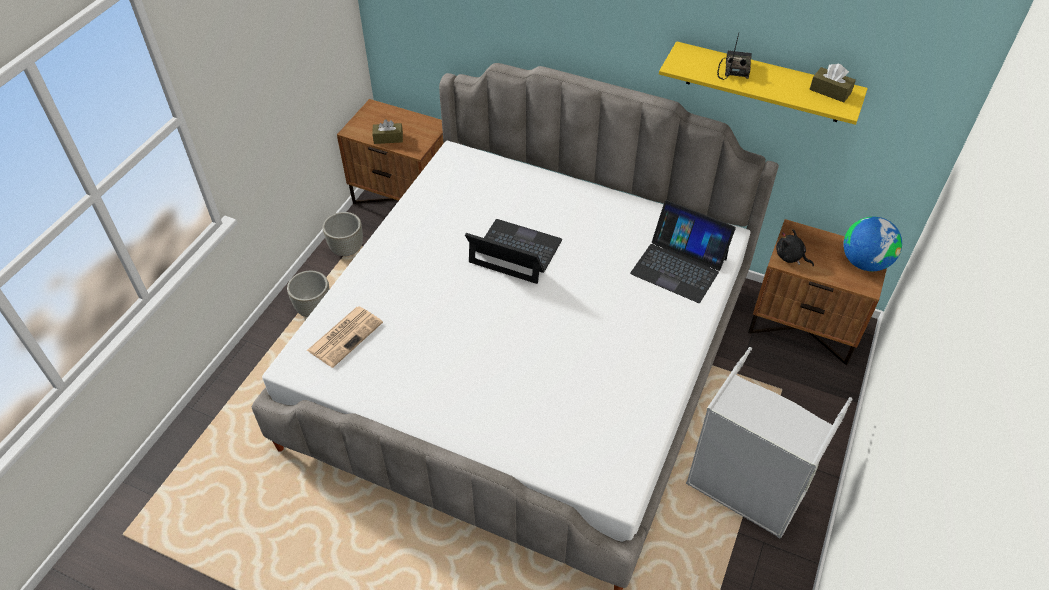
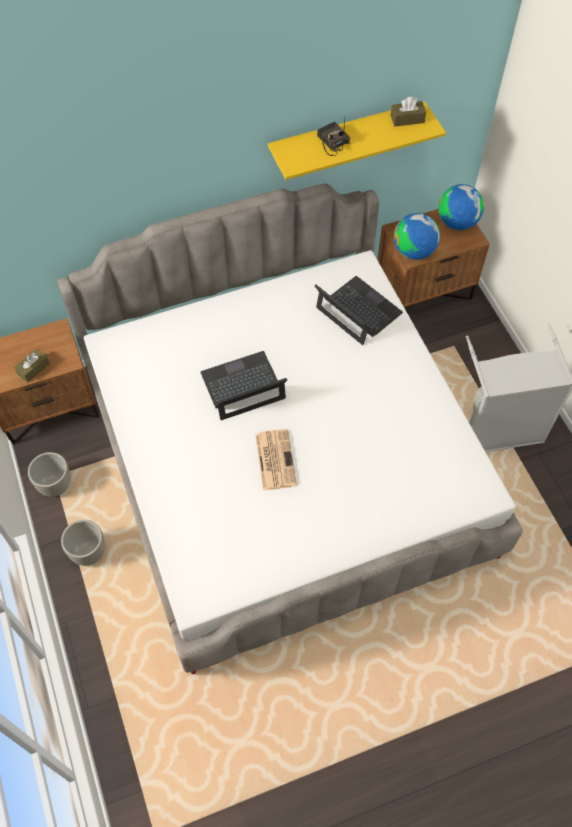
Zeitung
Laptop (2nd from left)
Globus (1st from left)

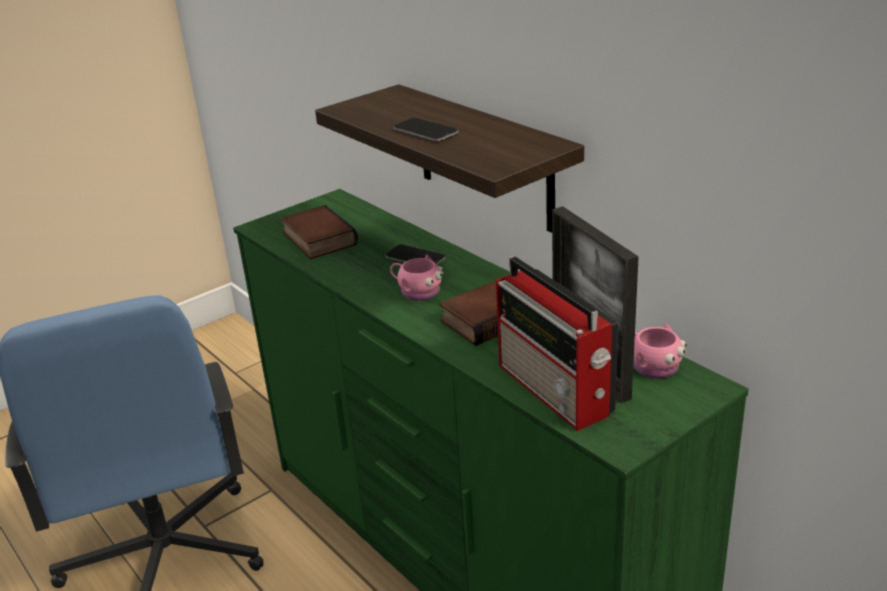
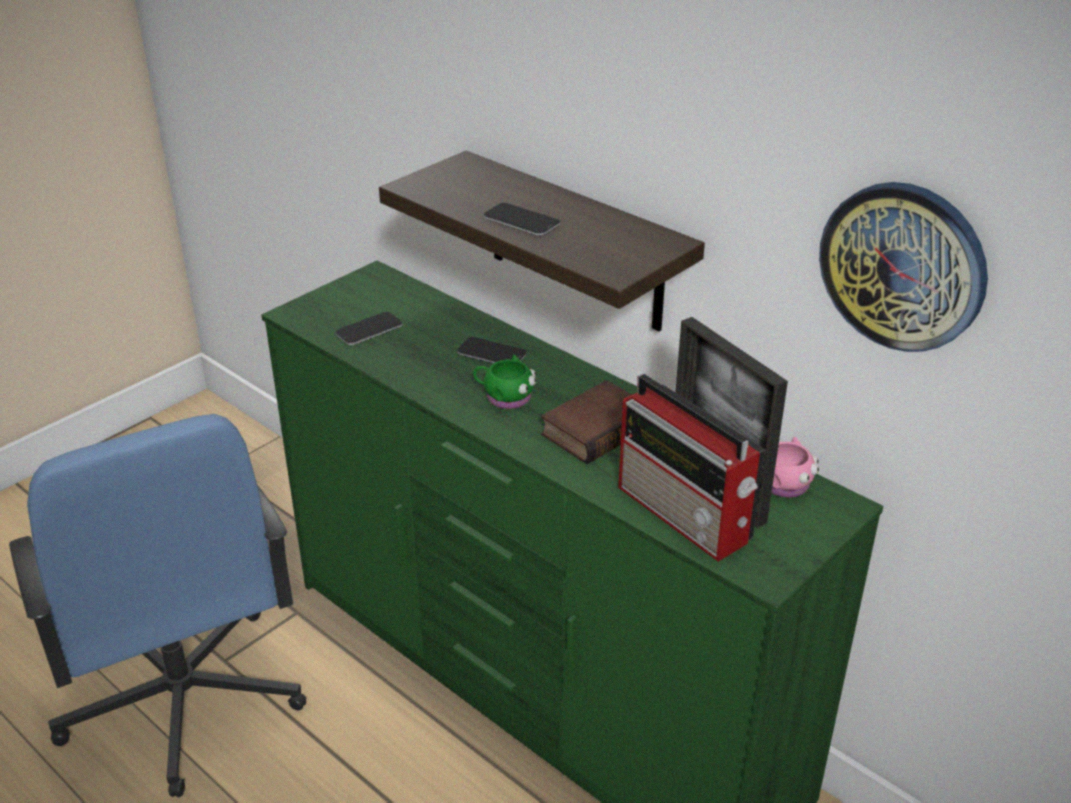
Handy (1st from left)
Henkelbecher/grün
Wanduhr

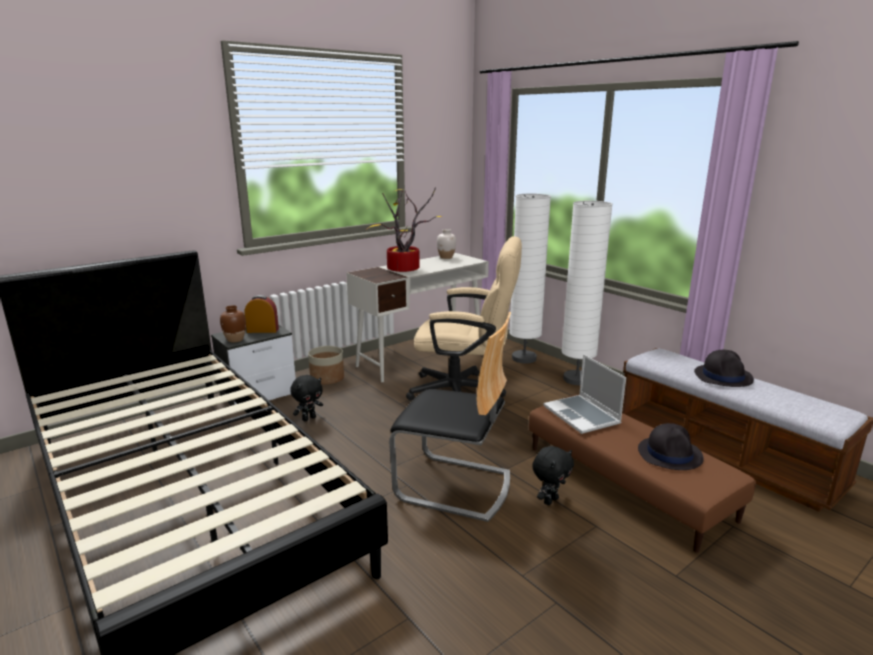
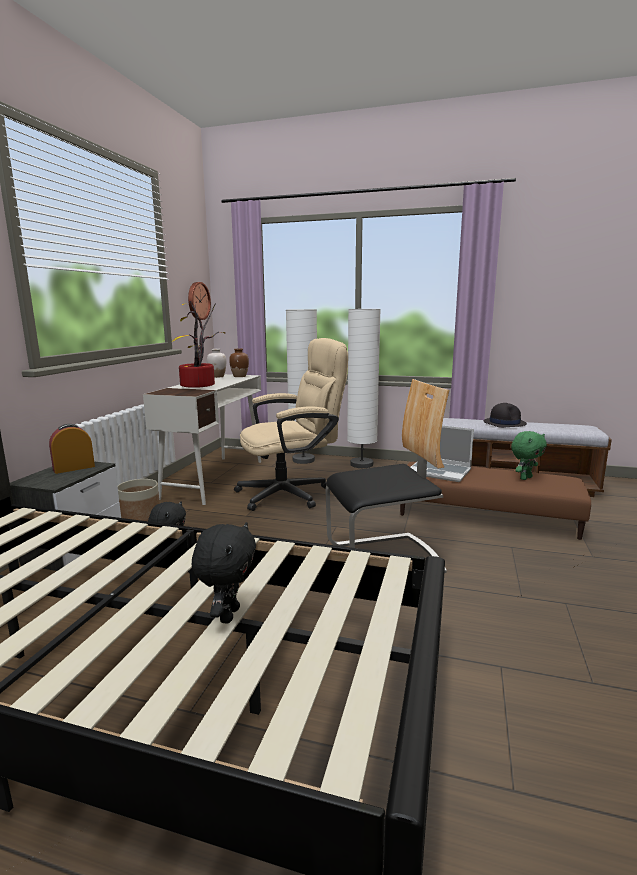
Vase/braun
Plüschtier/schwarz (2nd from left)
Plüschtier/grün
Wanduhr

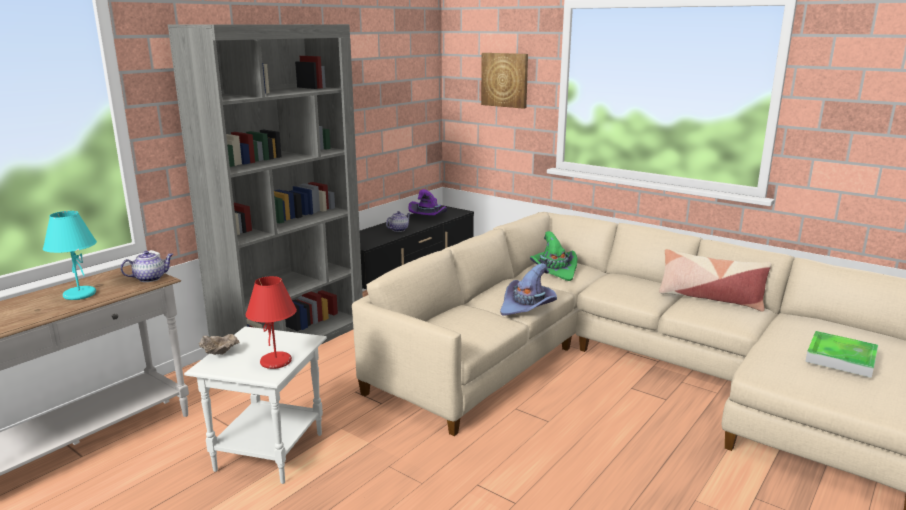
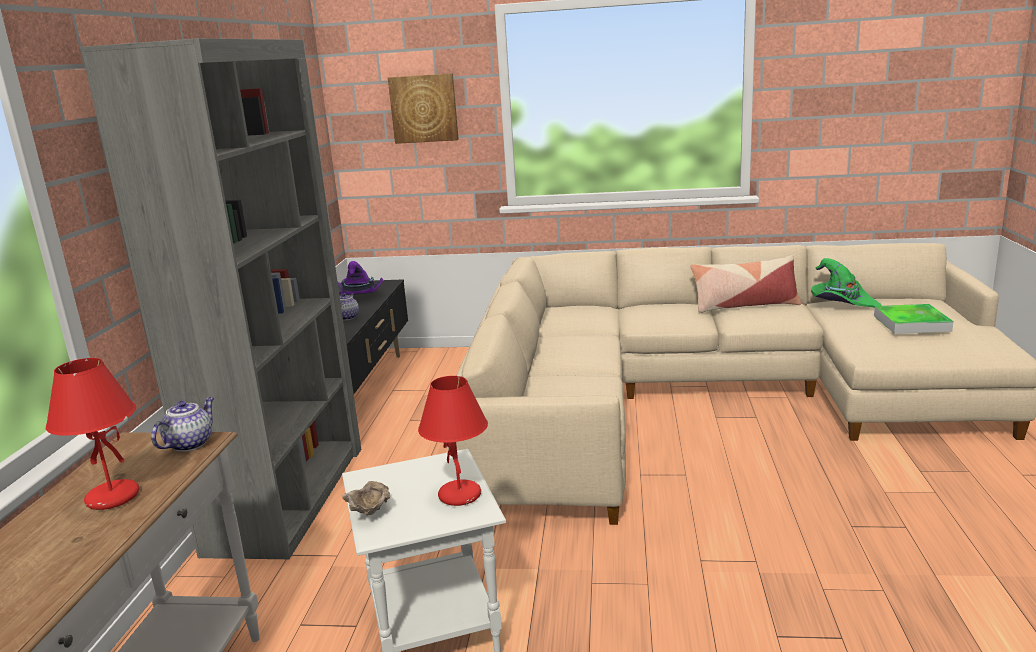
Tischlampe/rot (1st from left)
Hut/lila (2nd from left in the first image)
Hut/grün

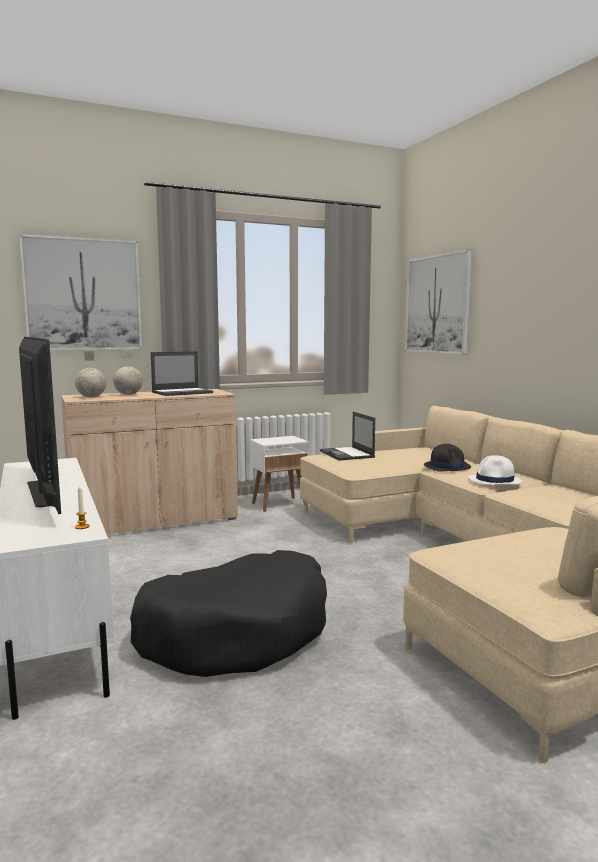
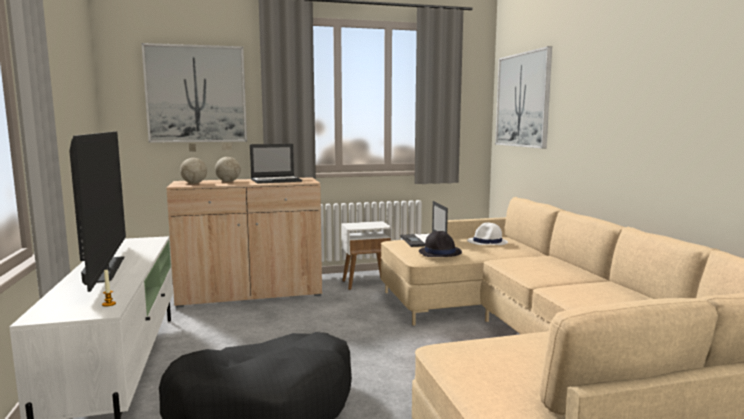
Hut/schwarz
Hut/weiß

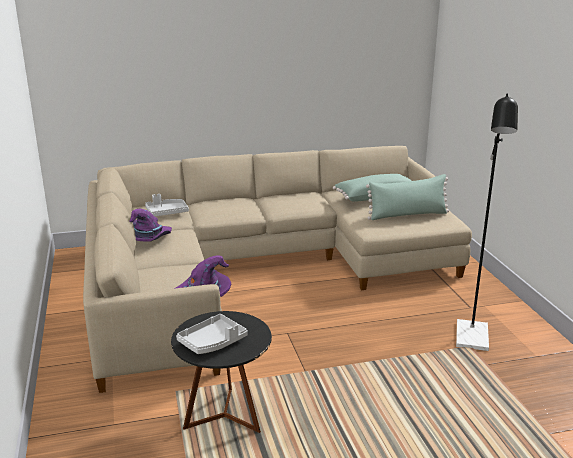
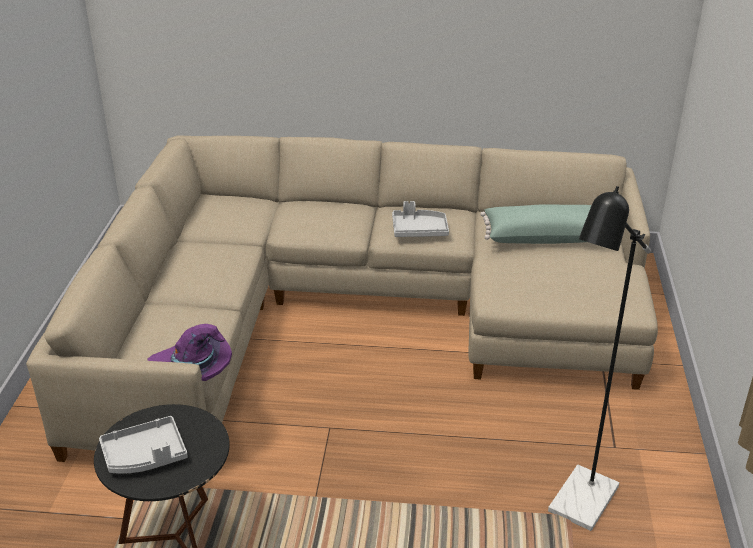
Hut/lila (1st from left in the first image)
Tablett/grau (2nd from left)
Kissen/grün (2nd from left in the first image)

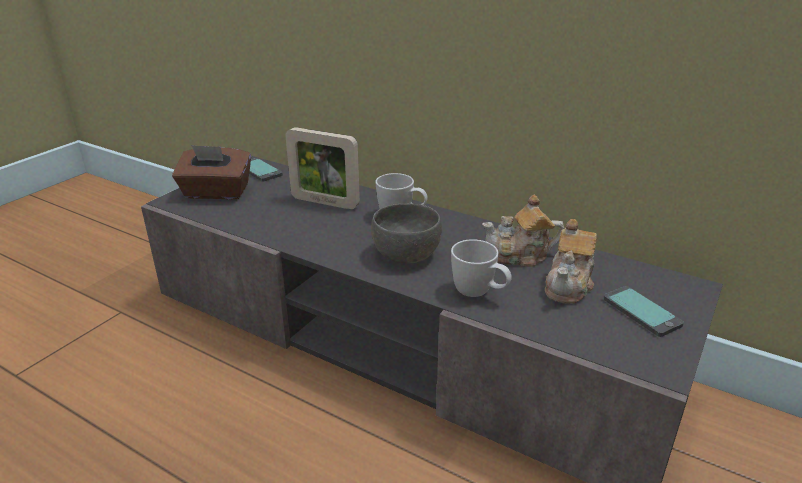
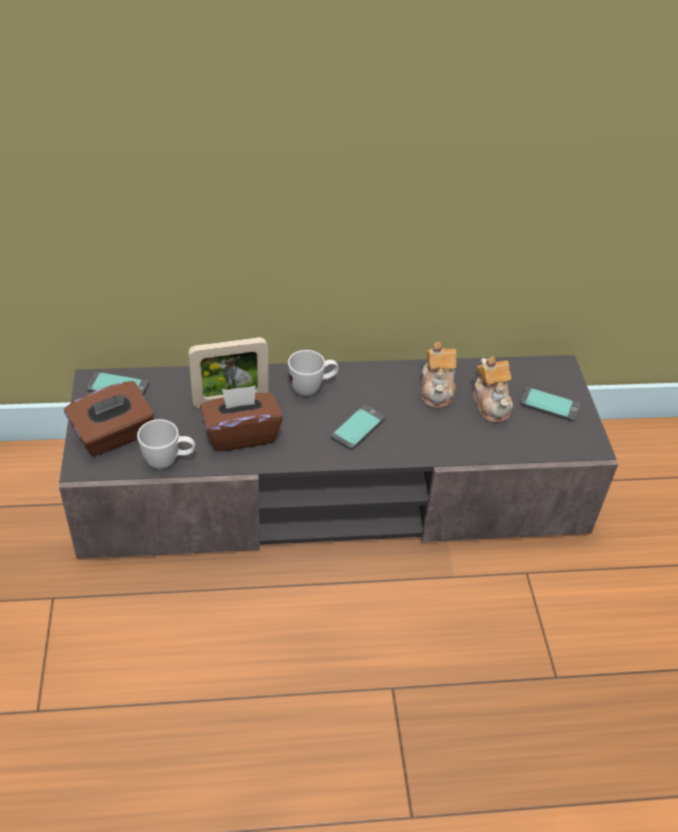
Handy (2nd from left)
Henkelbecher/weiß (1st from left)
Teekanne (1st from left)
Taschentuchbox/braun (2nd from left)

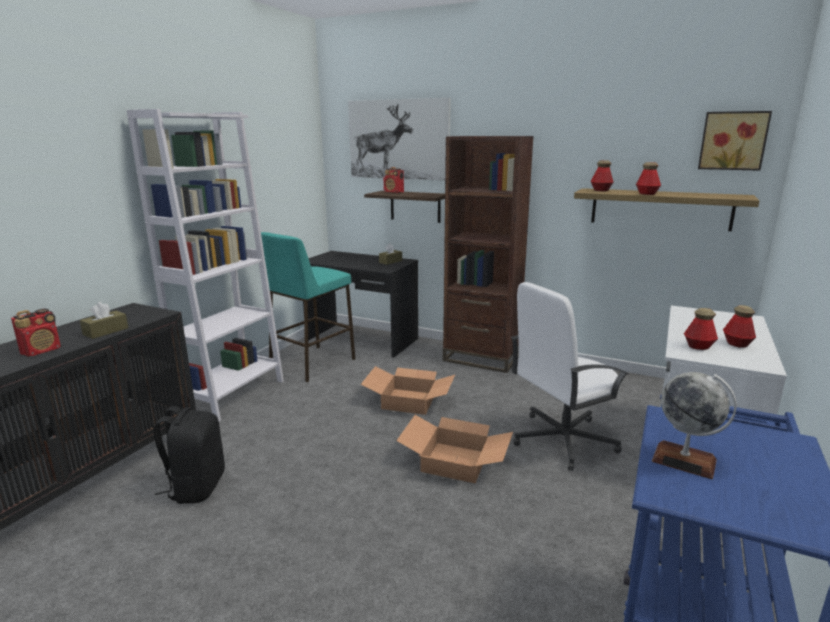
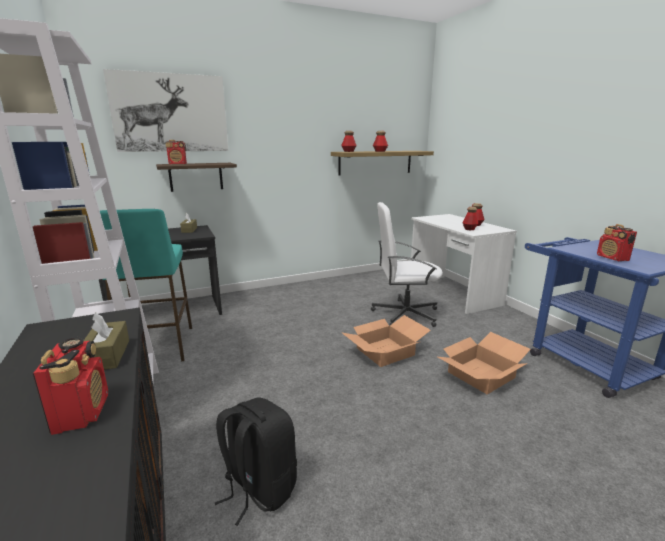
Karton (2nd from left)
Bücherregal/braun
Bürostuhl/weiß
Radio (3rd from left)
Bild (2nd from left in the first image)

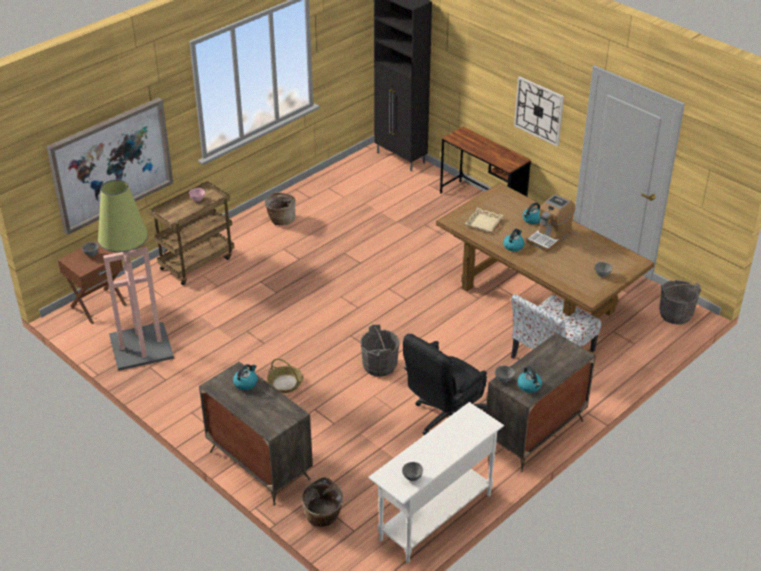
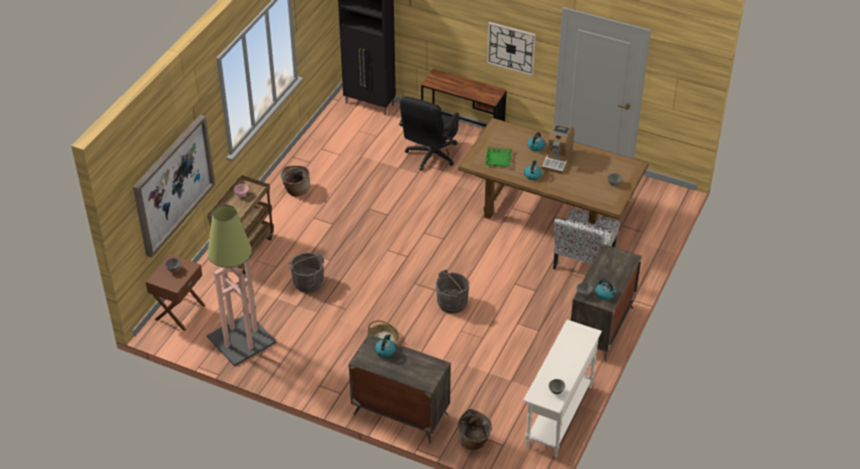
Bürostuhl/schwarz
Tablett/grün
Eimer/grau (1st from left)

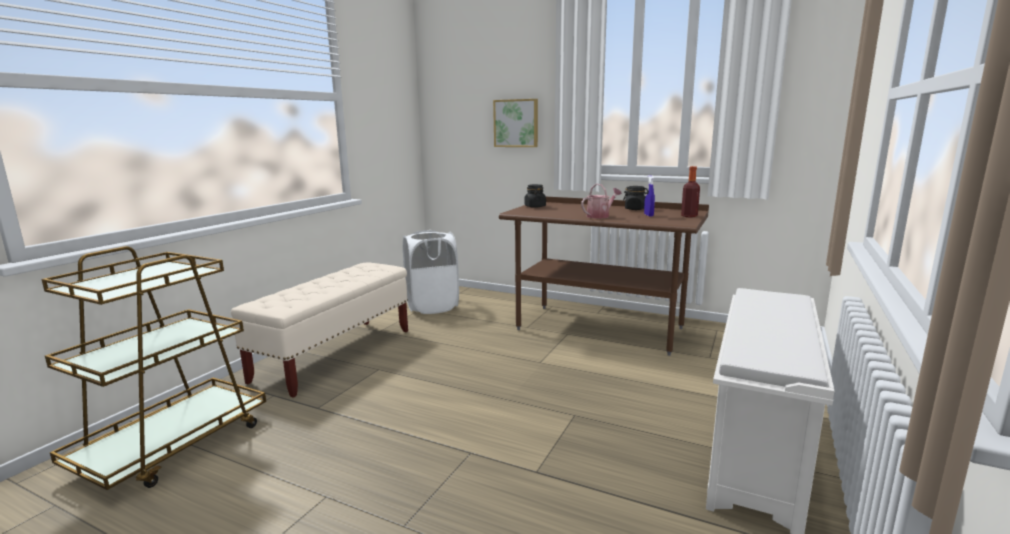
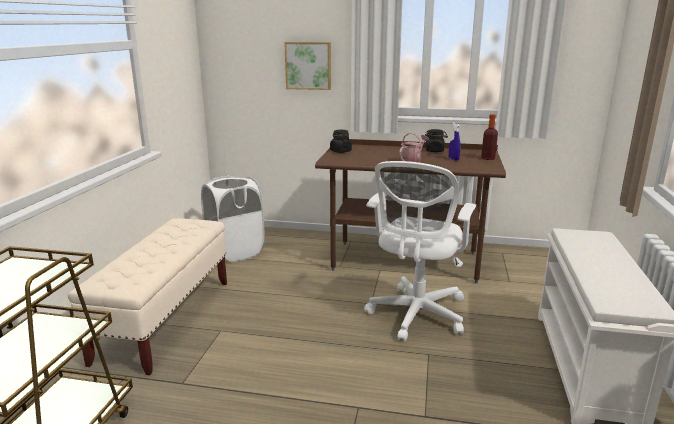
Bürostuhl/weiß

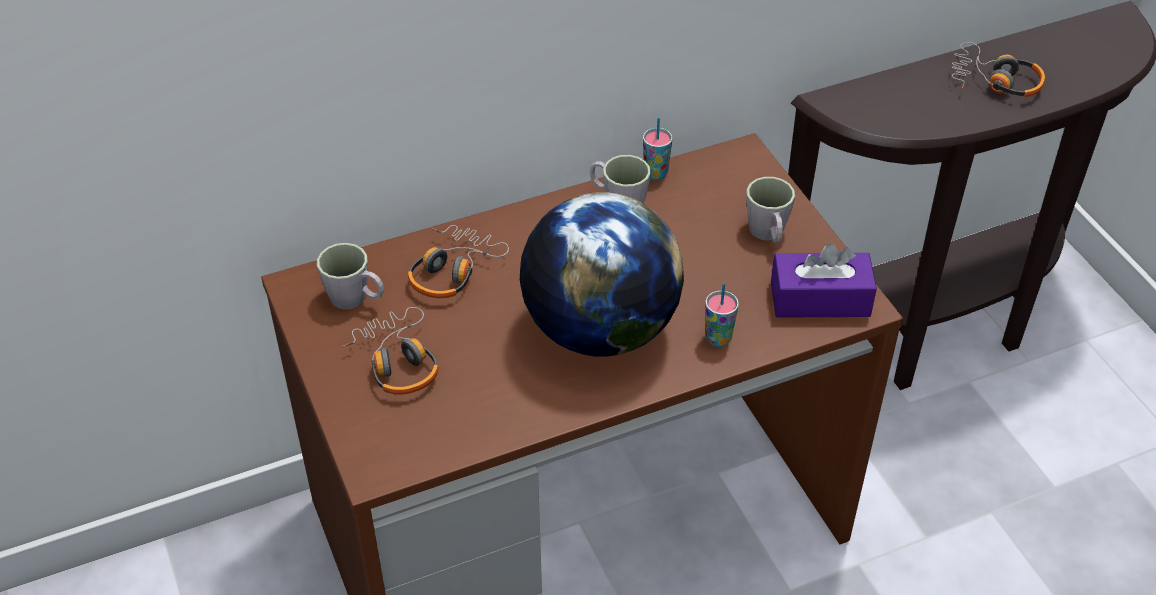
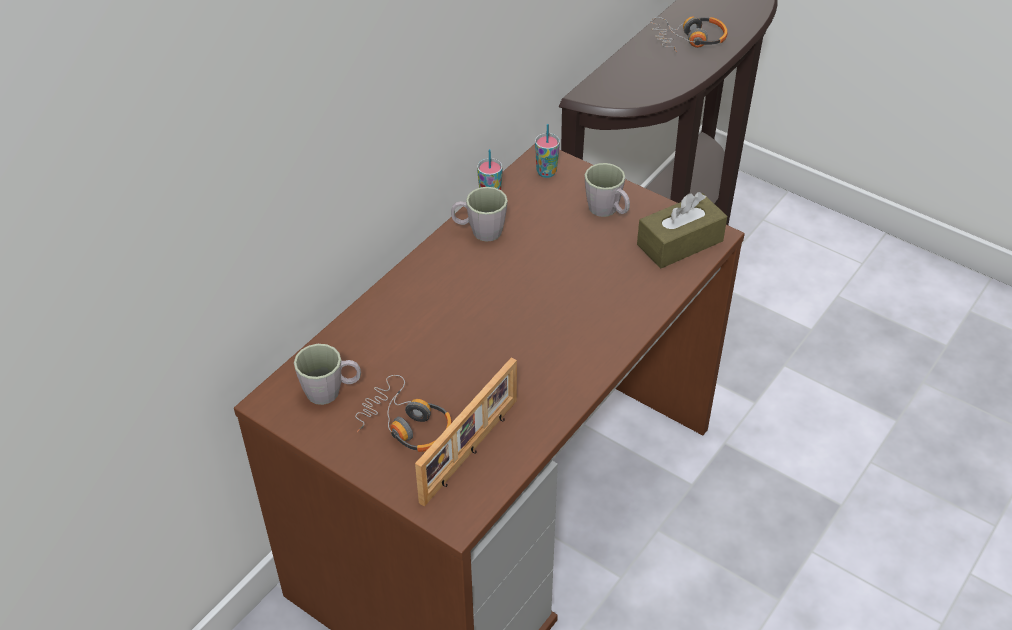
Kopfhörer (2nd from left in the first image)
Globus
Tasse (2nd from left)
Taschentuchbox/braun
Bilderrahmen

